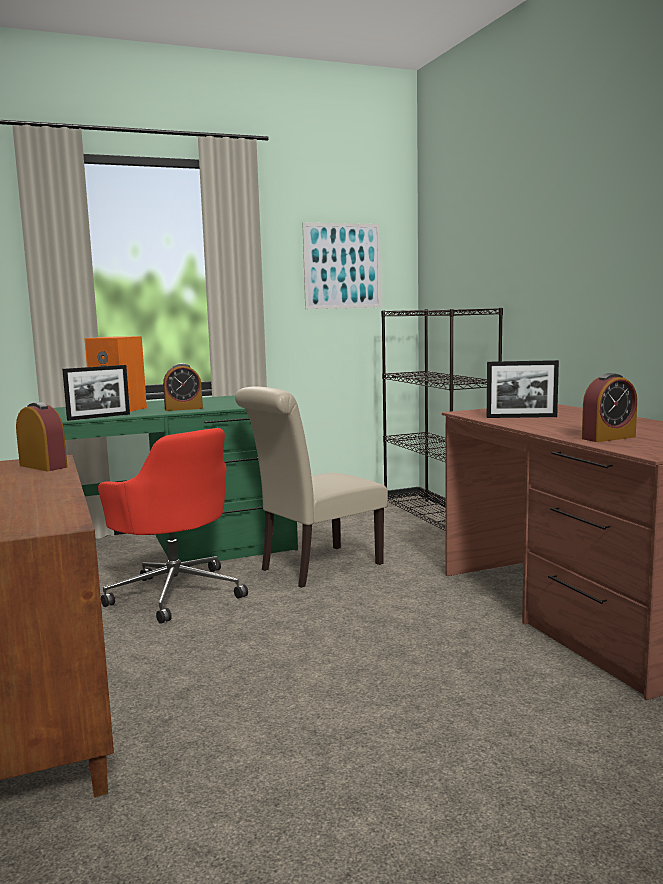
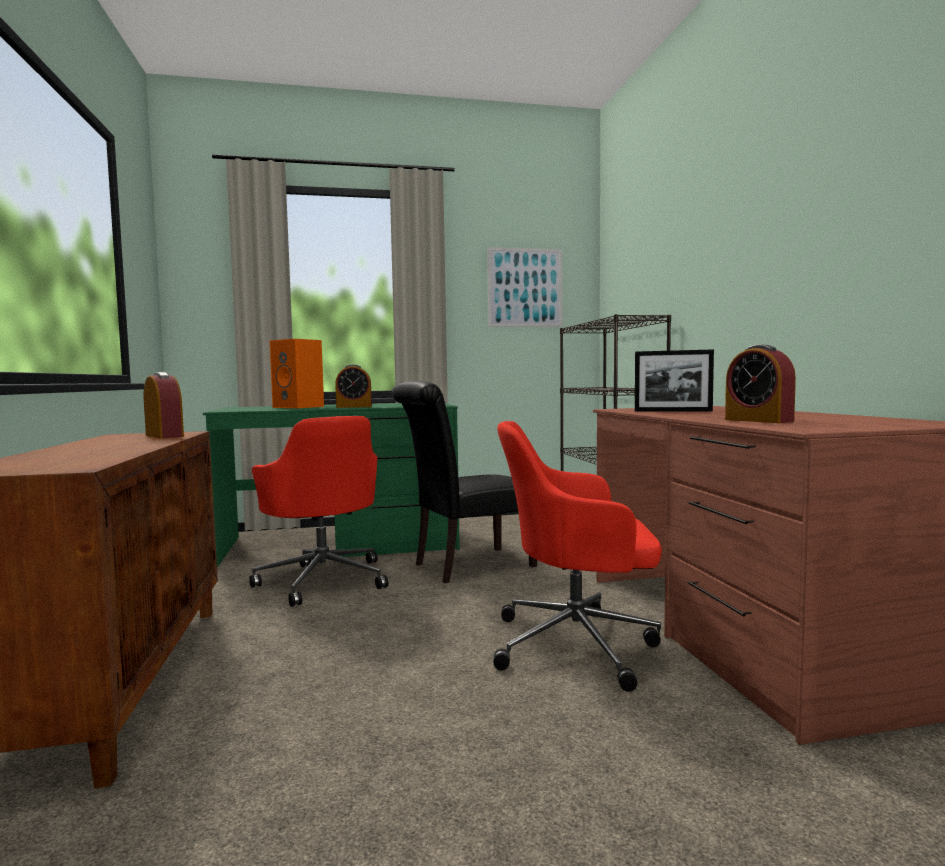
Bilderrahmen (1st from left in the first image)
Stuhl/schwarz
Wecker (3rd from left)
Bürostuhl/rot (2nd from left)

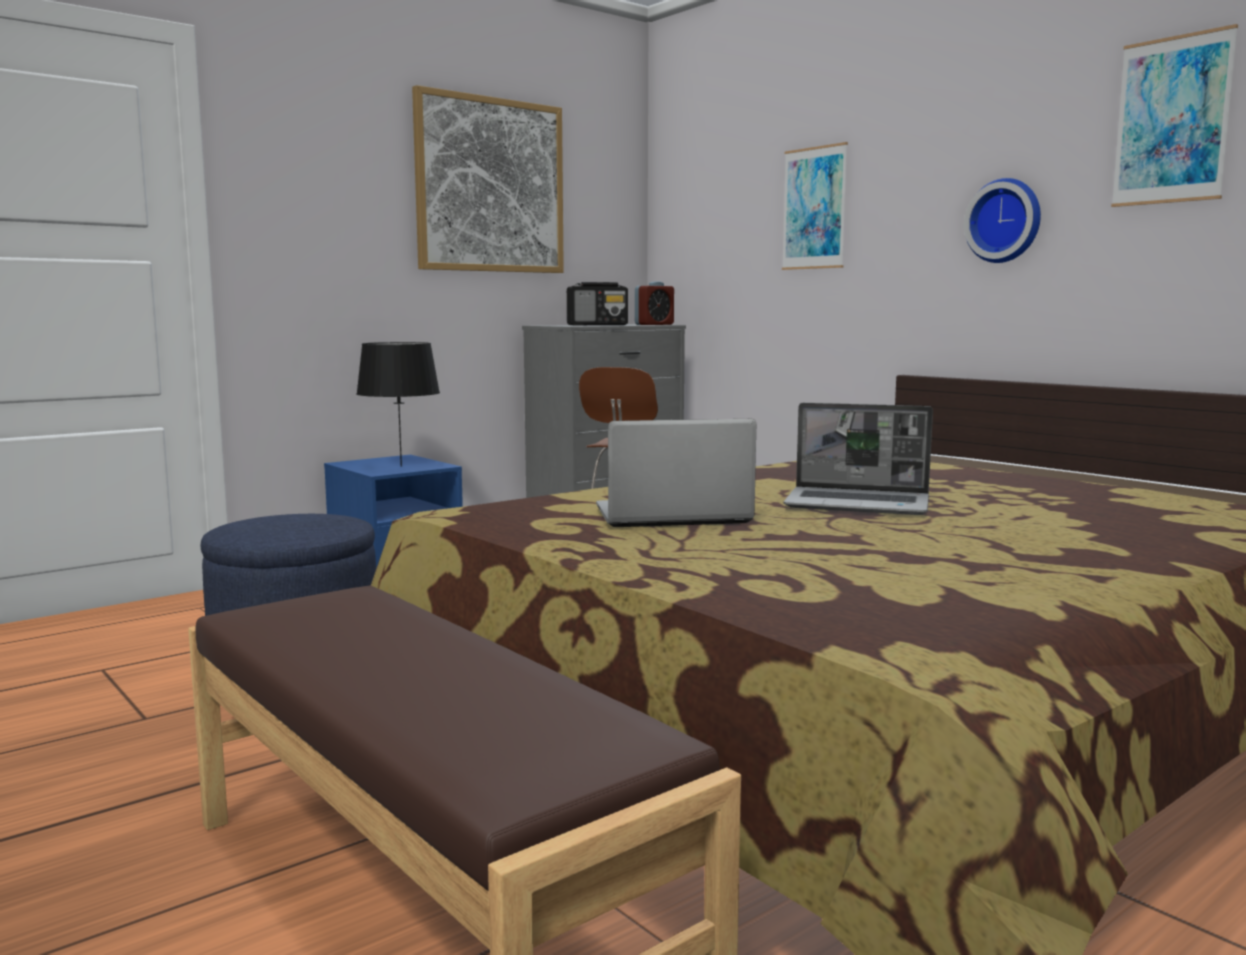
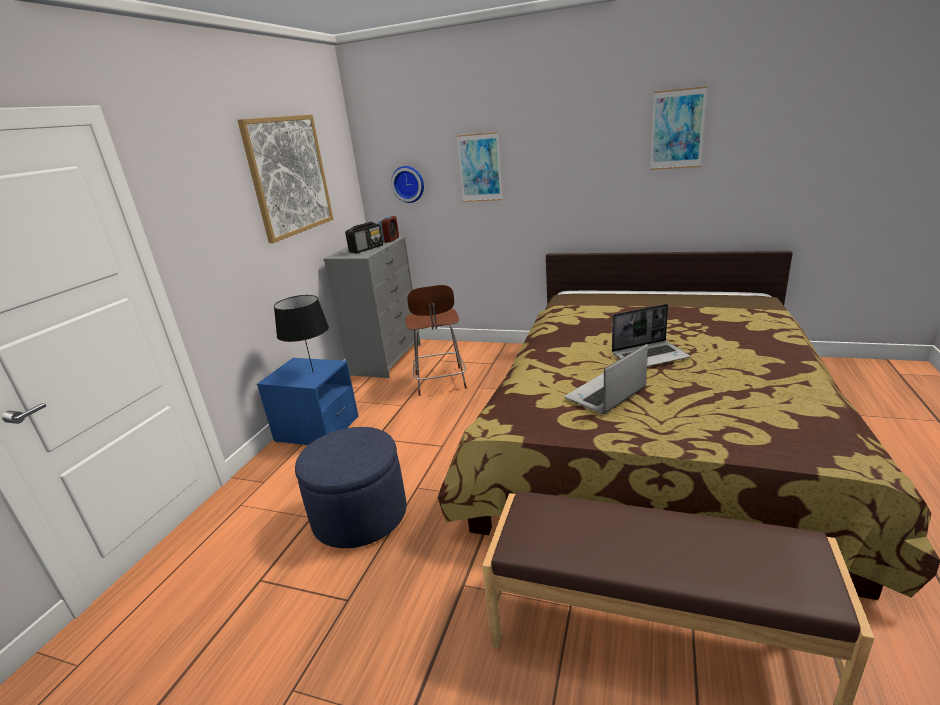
Wanduhr

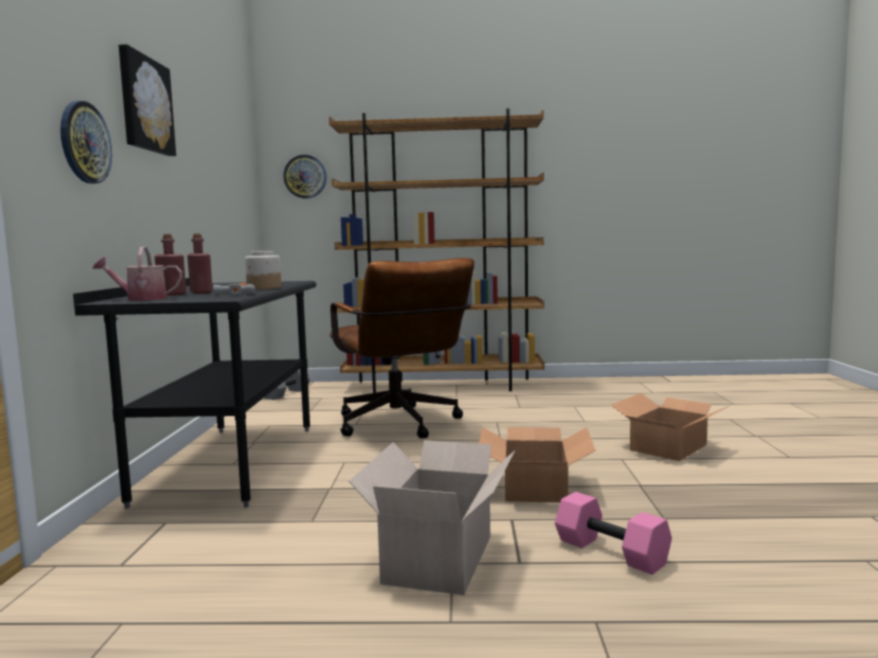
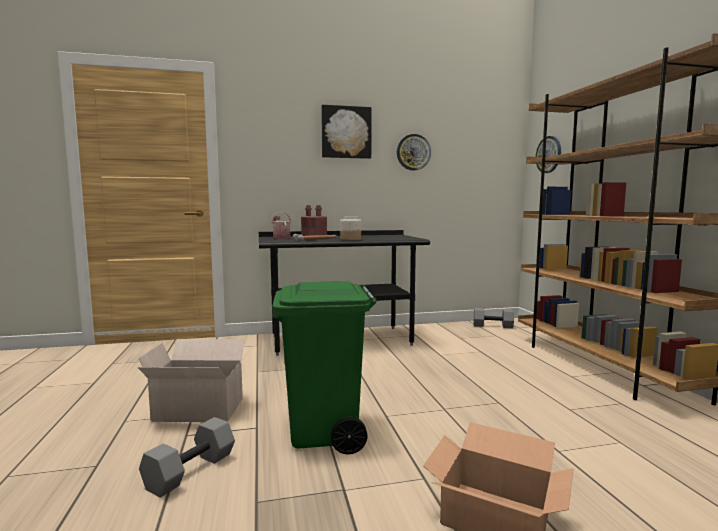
Wanduhr (1st from left)
Bürostuhl/braun
Mülleimer/grün
Hantel/grau (1st from left)

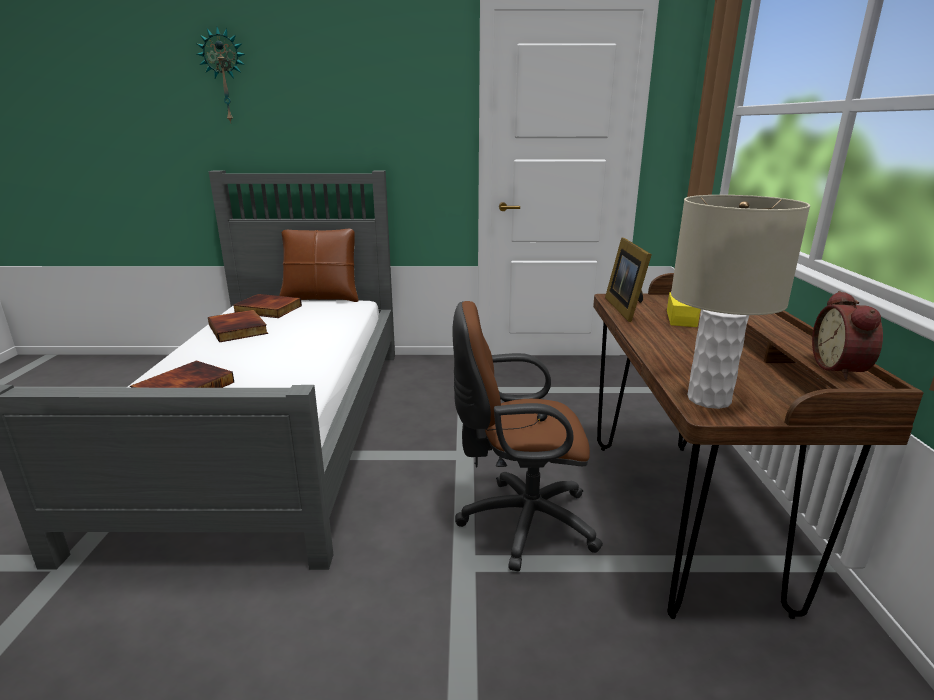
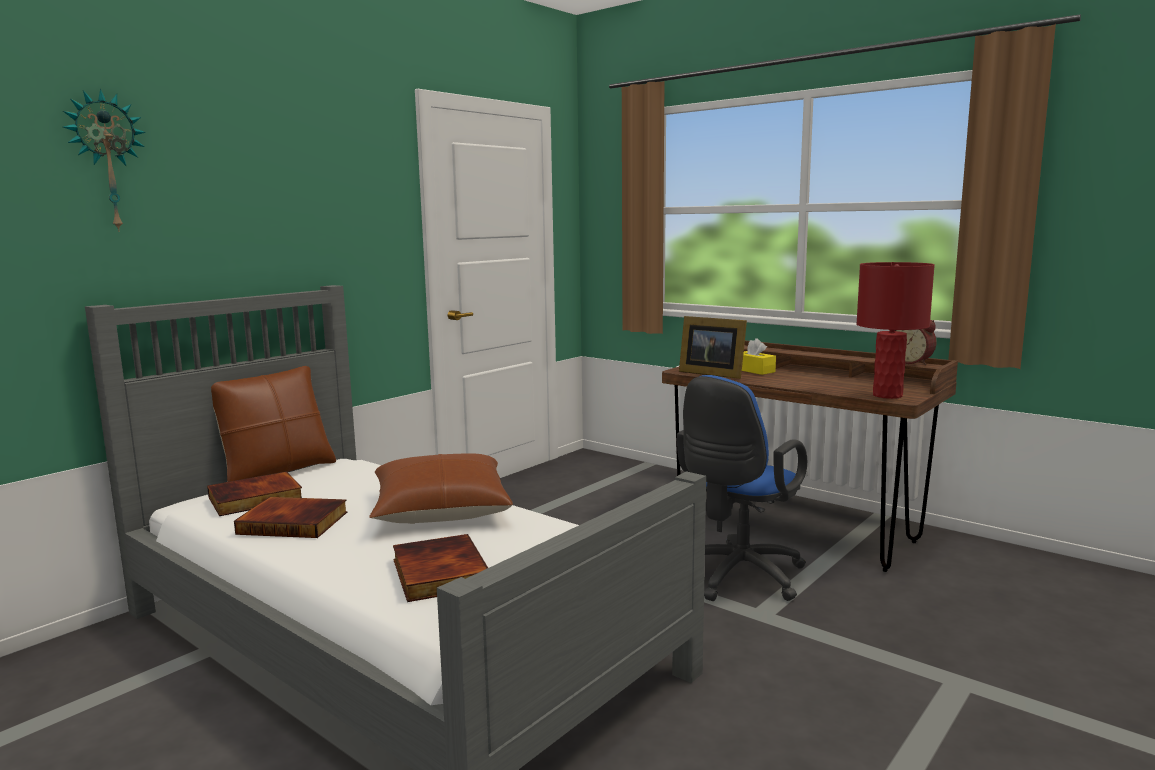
Bürostuhl/blau
Tischlampe/rot
Kissen/braun (2nd from left)

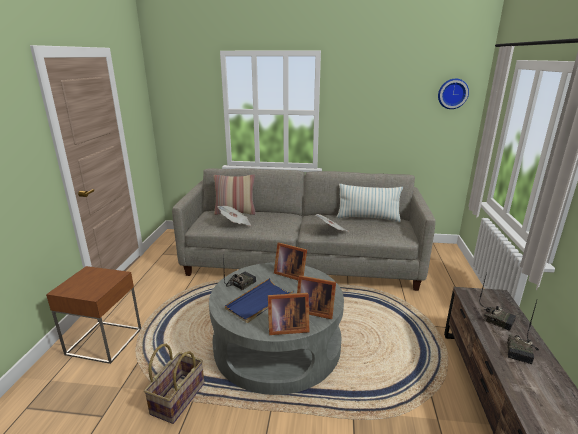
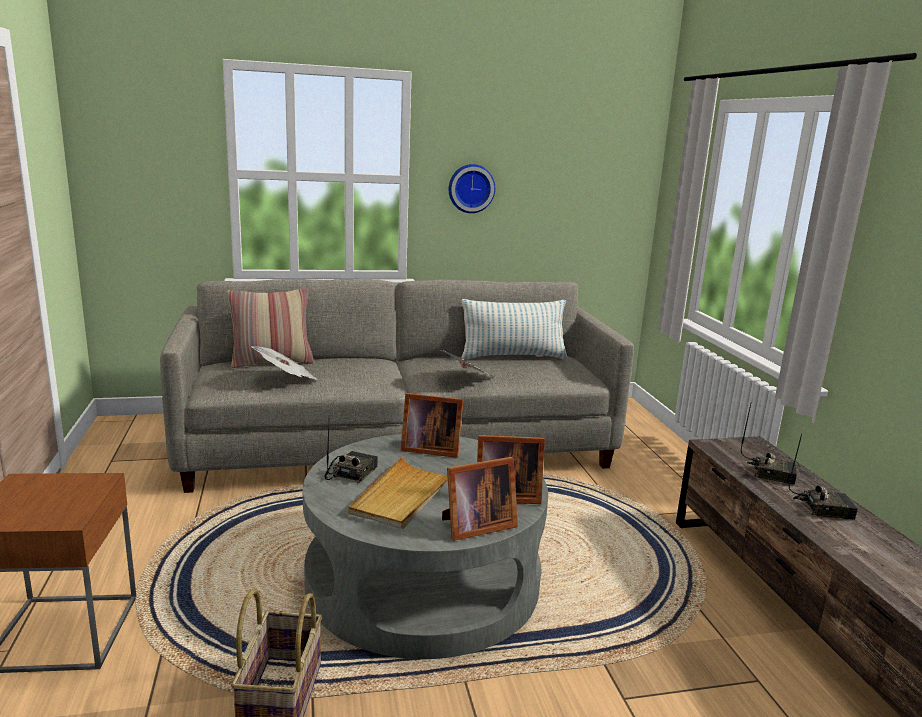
Tablett/beige
Wanduhr
Radio (3rd from left)

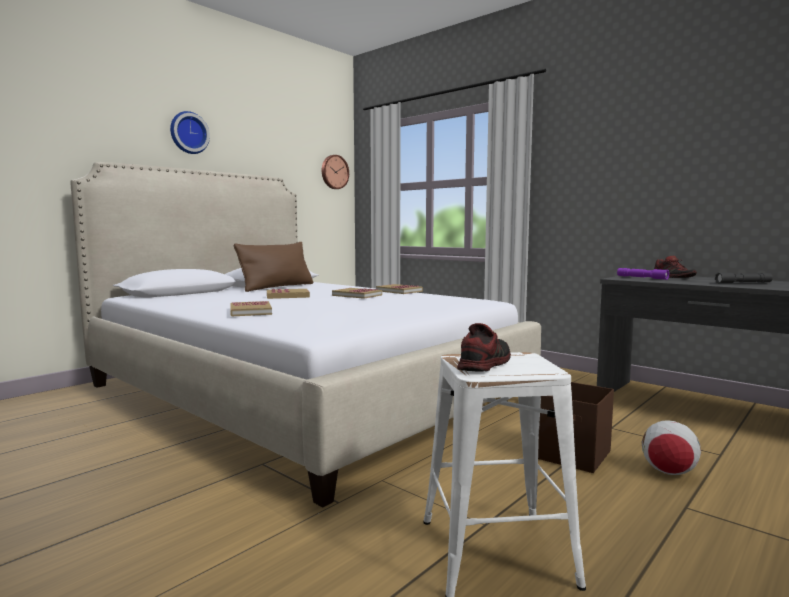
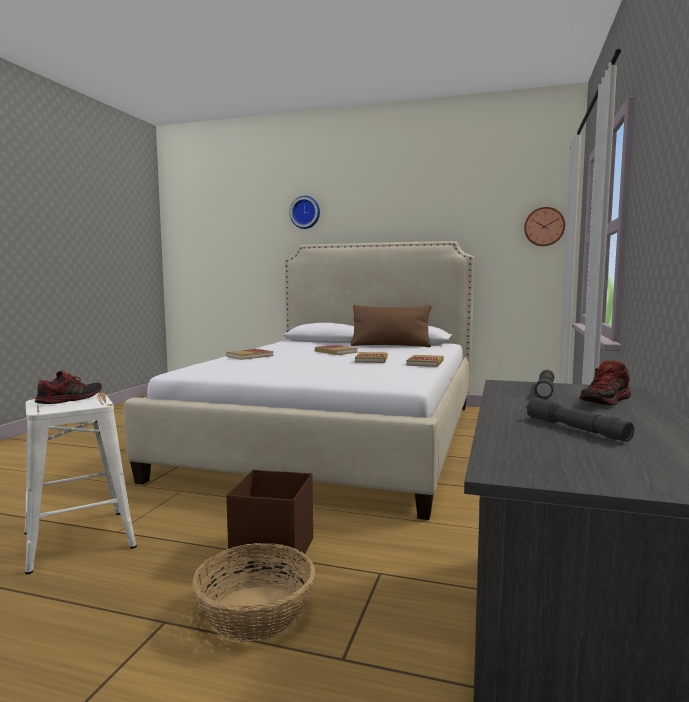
Wanduhr (1st from left)
Schuh (1st from left)
Taschenlampe/grau (1st from left)
Korb

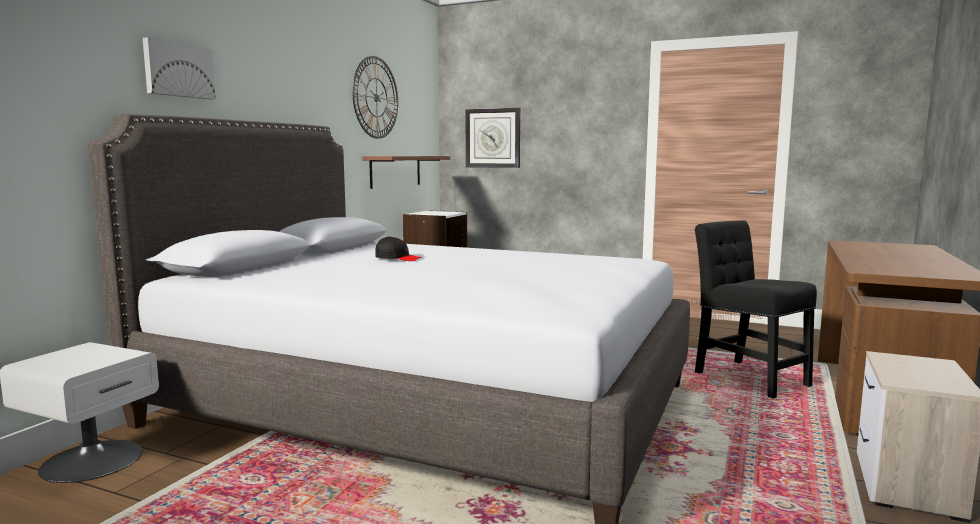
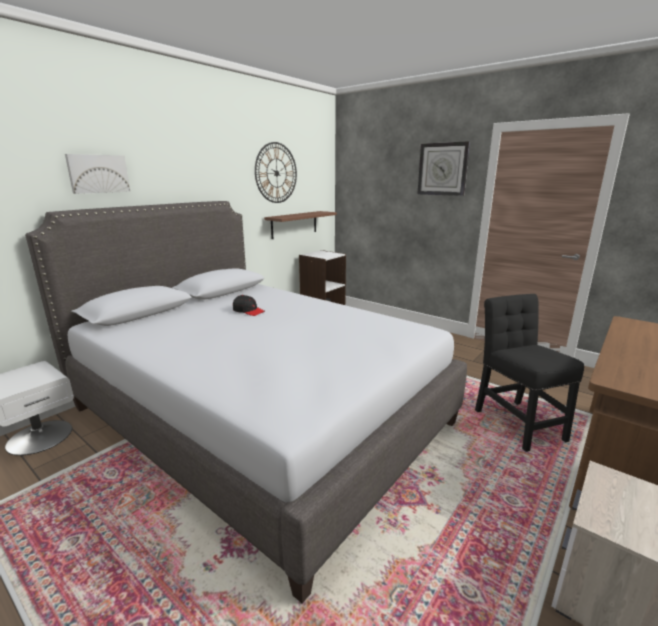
Wanduhr (2nd from left)

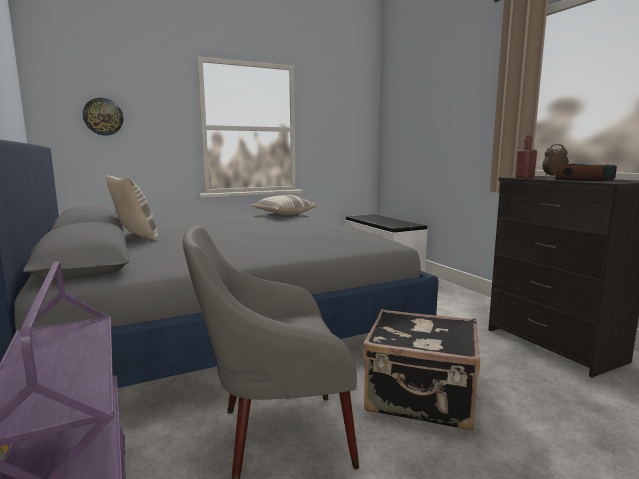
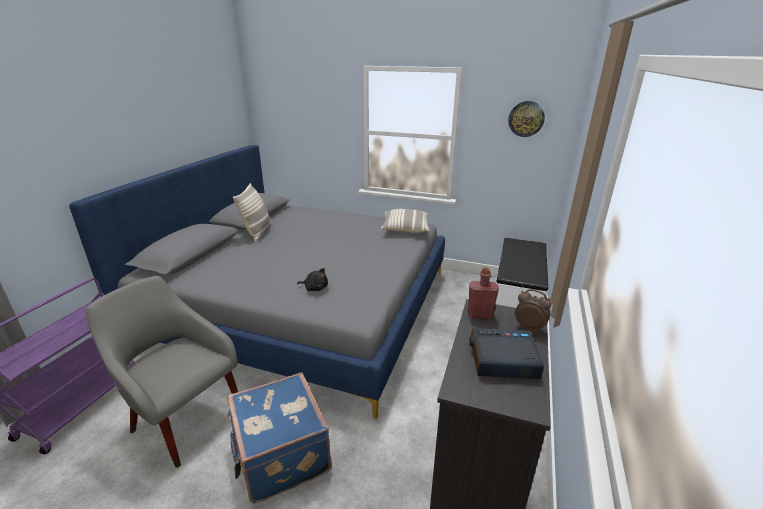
Wanduhr
Koffer/blau
Plüschtier/schwarz

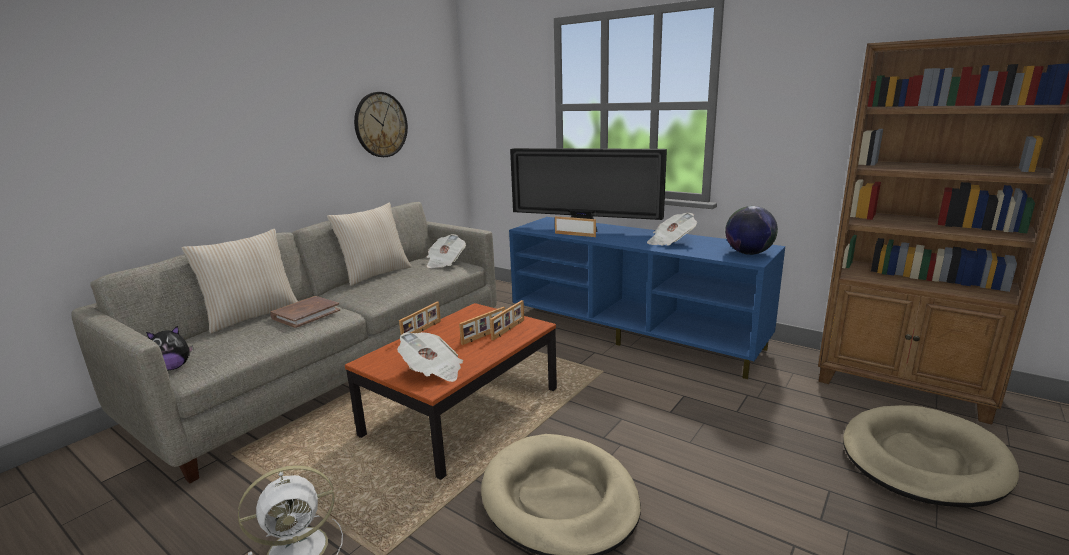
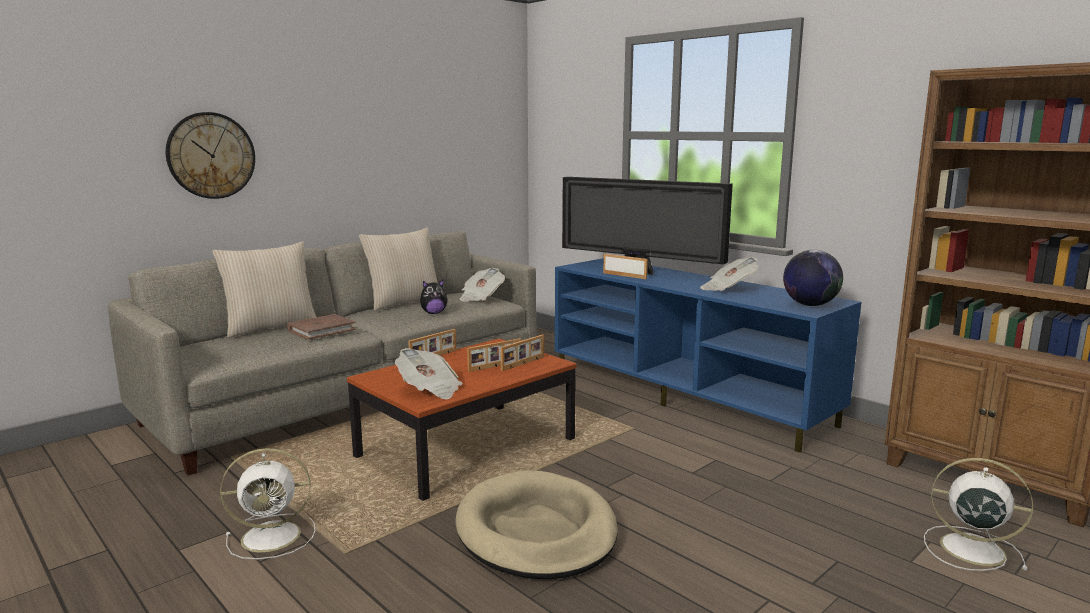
Plüschtier
Wanduhr
Ventilator/weiß (2nd from left)

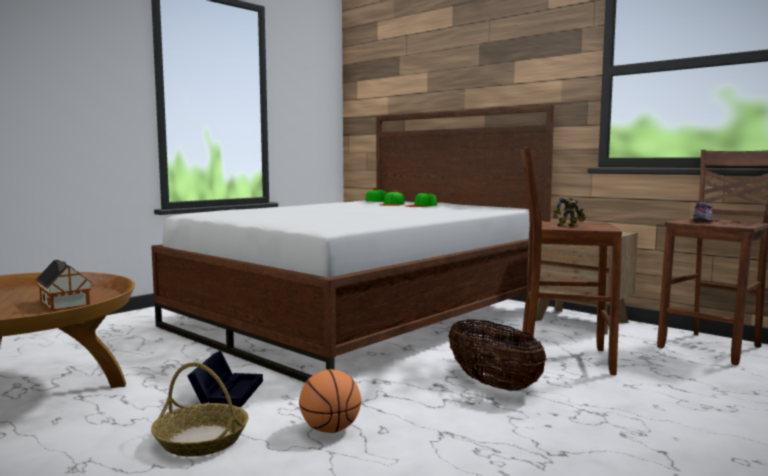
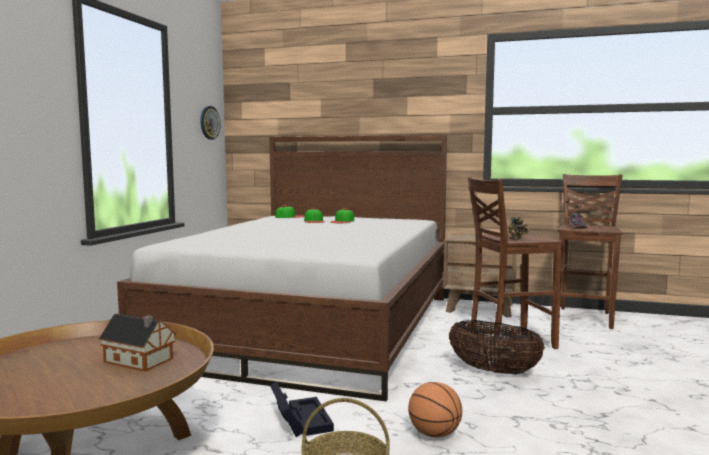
Wanduhr

